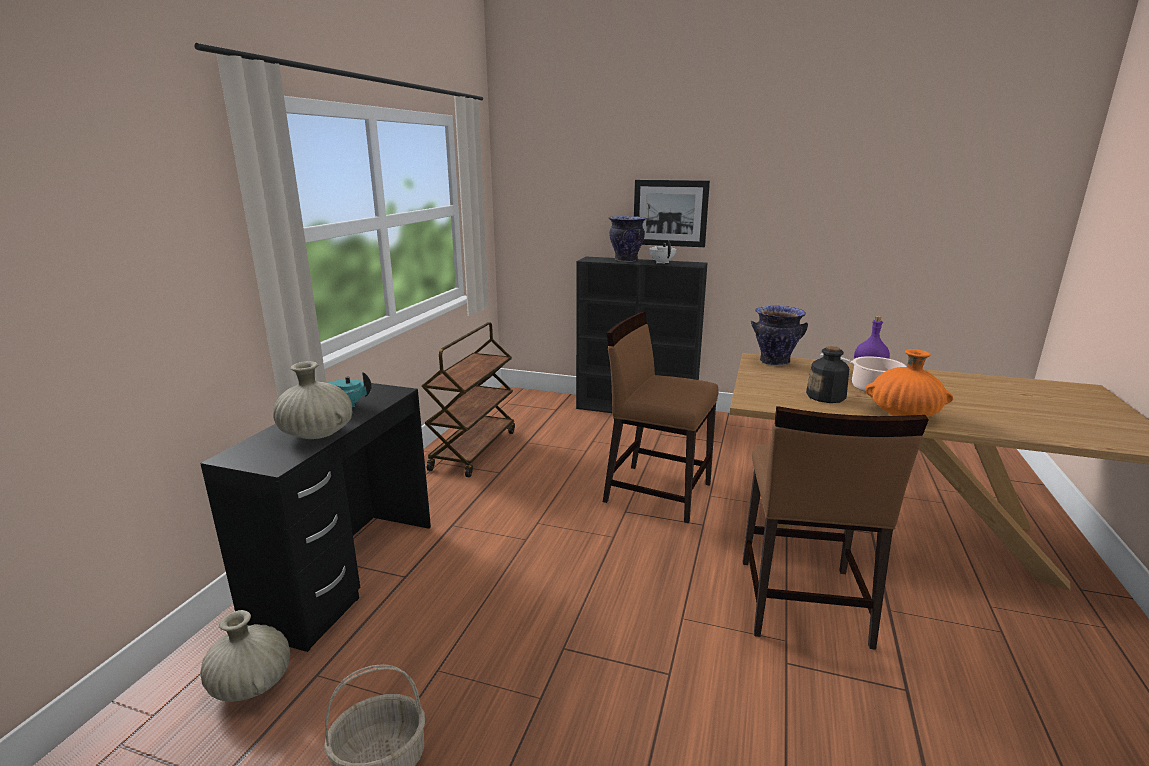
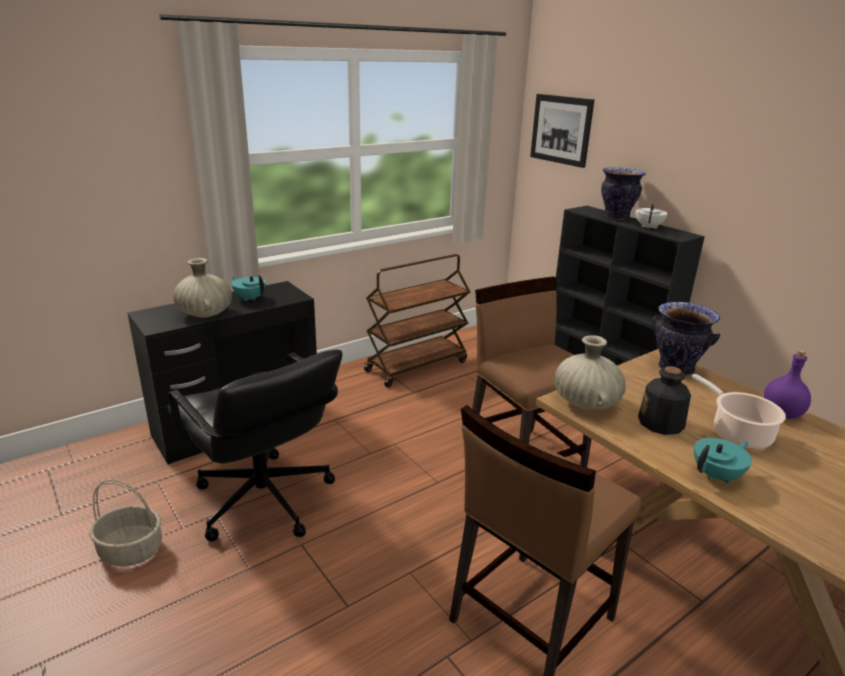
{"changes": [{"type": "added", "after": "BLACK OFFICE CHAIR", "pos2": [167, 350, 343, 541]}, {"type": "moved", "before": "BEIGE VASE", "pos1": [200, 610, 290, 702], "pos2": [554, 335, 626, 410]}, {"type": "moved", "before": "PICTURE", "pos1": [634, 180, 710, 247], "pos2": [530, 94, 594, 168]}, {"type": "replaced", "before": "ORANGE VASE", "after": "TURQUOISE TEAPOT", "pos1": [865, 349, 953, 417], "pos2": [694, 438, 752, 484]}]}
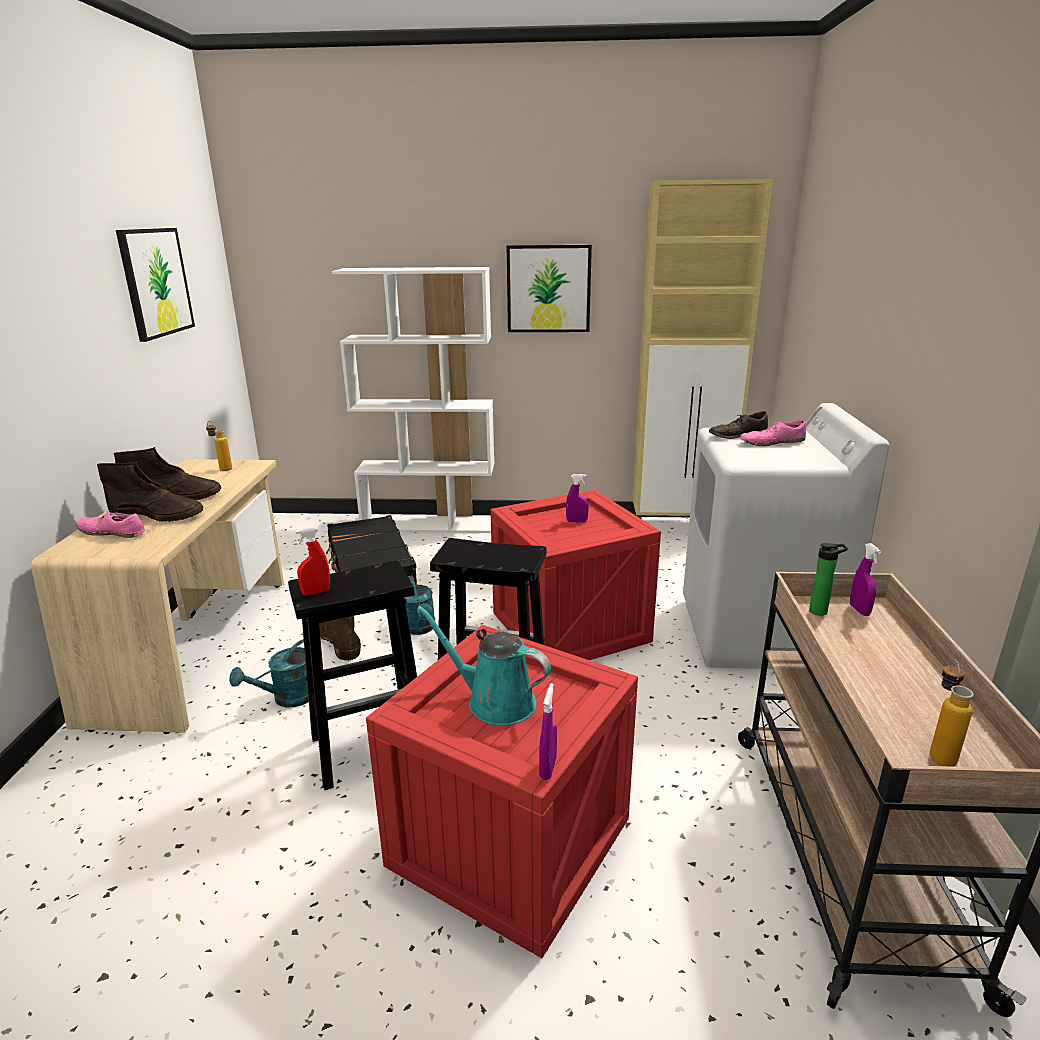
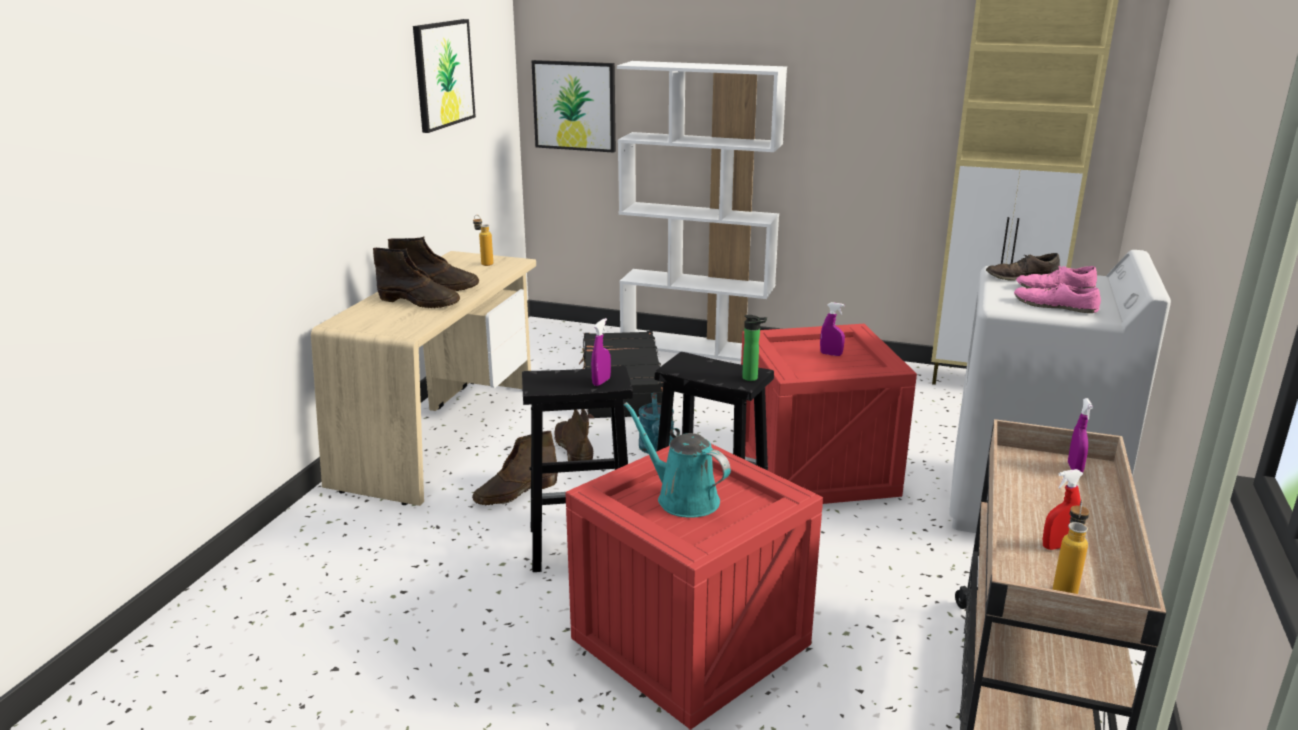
{"changes": [{"type": "moved", "before": "PINK SHOE", "pos1": [77, 510, 145, 538], "pos2": [1014, 282, 1101, 313]}, {"type": "moved", "before": "RED SPRAY BOTTLE", "pos1": [295, 527, 330, 596], "pos2": [1043, 469, 1084, 550]}, {"type": "moved", "before": "PICTURE", "pos1": [507, 245, 592, 332], "pos2": [532, 60, 616, 153]}, {"type": "moved", "before": "PURPLE SPRAY BOTTLE", "pos1": [539, 683, 557, 780], "pos2": [591, 318, 611, 386]}, {"type": "moved", "before": "BOTTLE", "pos1": [809, 543, 848, 616], "pos2": [742, 315, 767, 381]}, {"type": "replaced", "before": "TURQUOISE WATERING CAN", "after": "BROWN BOOT", "pos1": [229, 639, 309, 707], "pos2": [472, 431, 558, 505]}]}
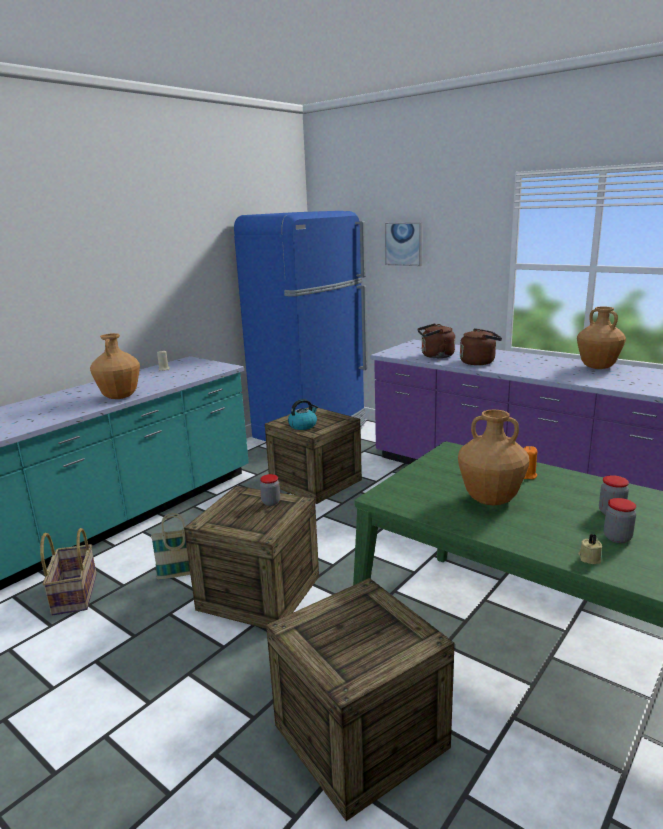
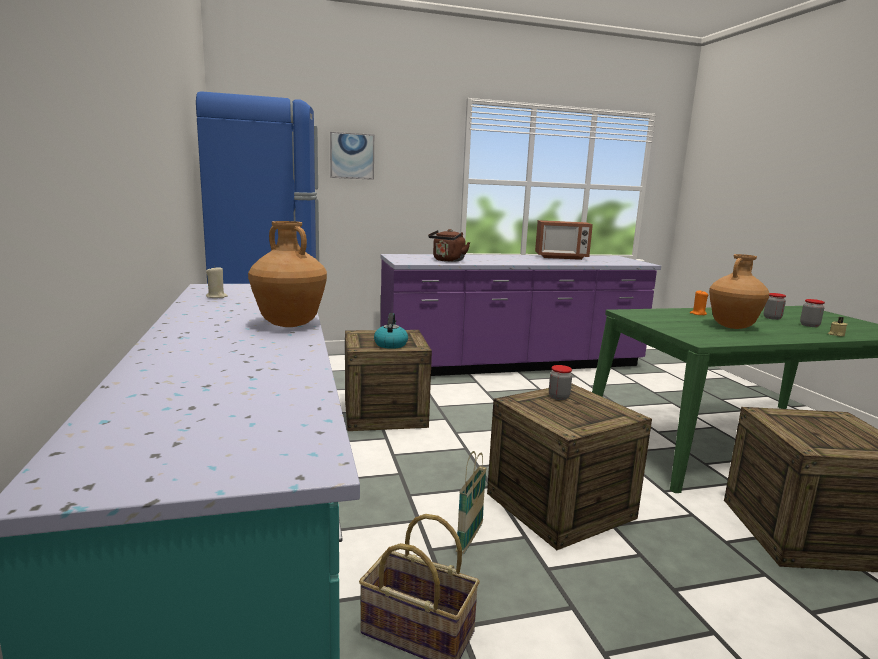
{"changes": [{"type": "removed", "before": "BROWN KETTLE", "pos1": [460, 328, 502, 365]}, {"type": "replaced", "before": "BROWN VASE", "after": "MICROWAVE", "pos1": [577, 307, 626, 369], "pos2": [535, 220, 593, 260]}]}
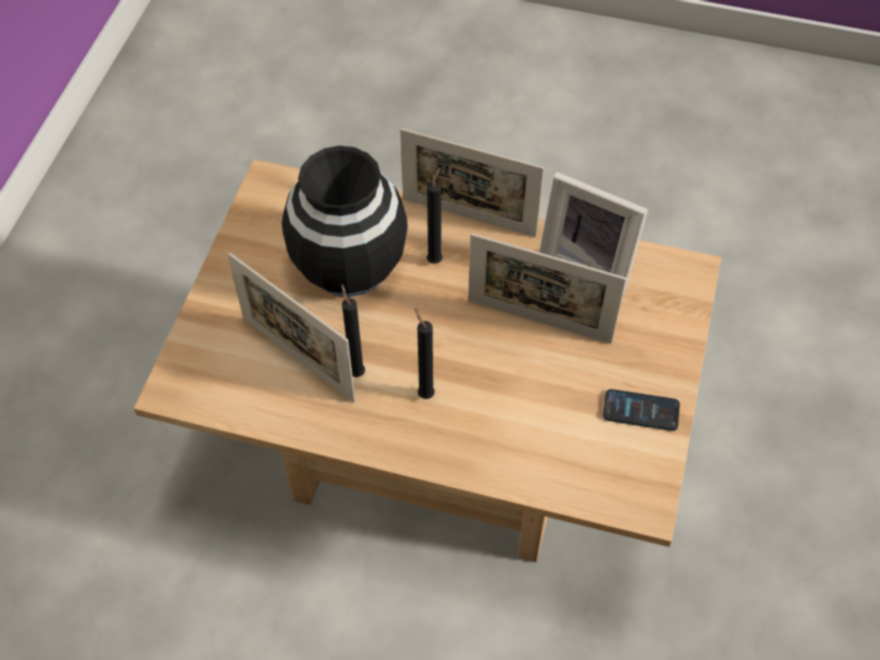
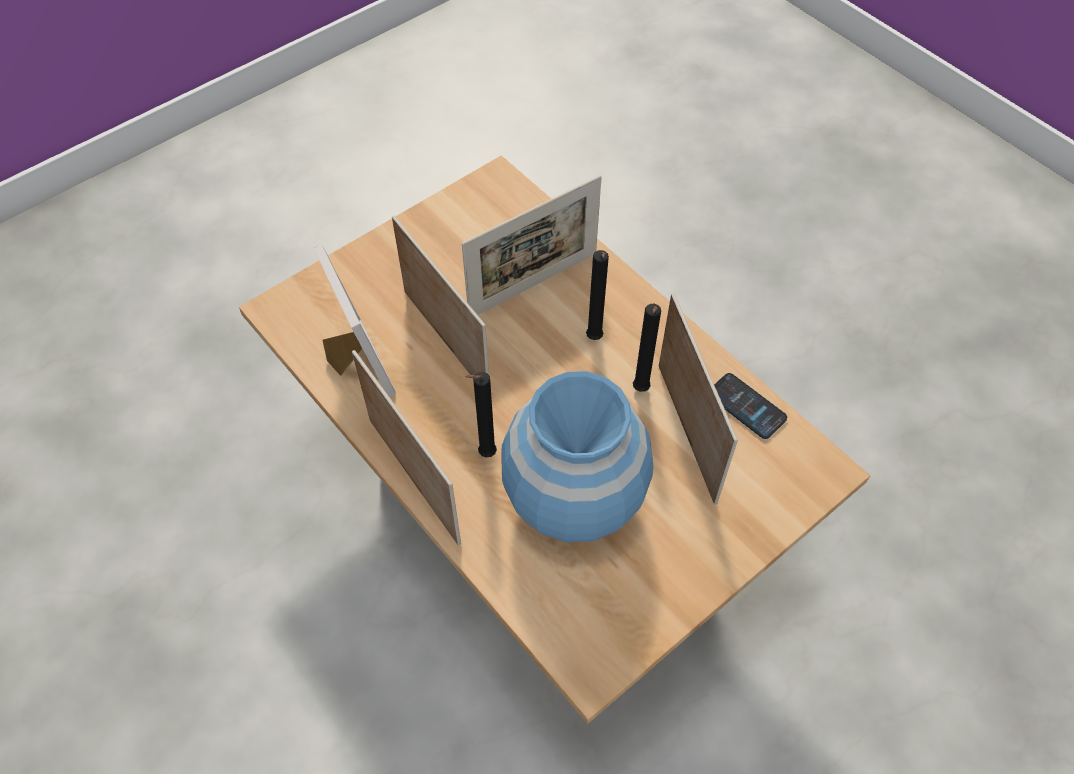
{"changes": [{"type": "added", "after": "PICTURE FRAME", "pos2": [462, 175, 602, 315]}, {"type": "moved", "before": "PHONE", "pos1": [603, 389, 680, 431], "pos2": [714, 373, 787, 439]}, {"type": "recoloured", "before": "BLACK VASE", "after": "BLUE VASE", "pos1": [282, 146, 408, 297], "pos2": [501, 371, 654, 542]}]}
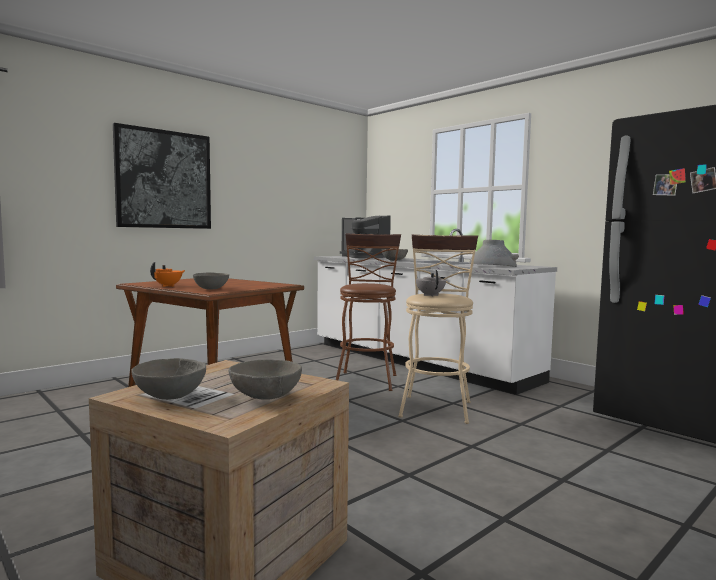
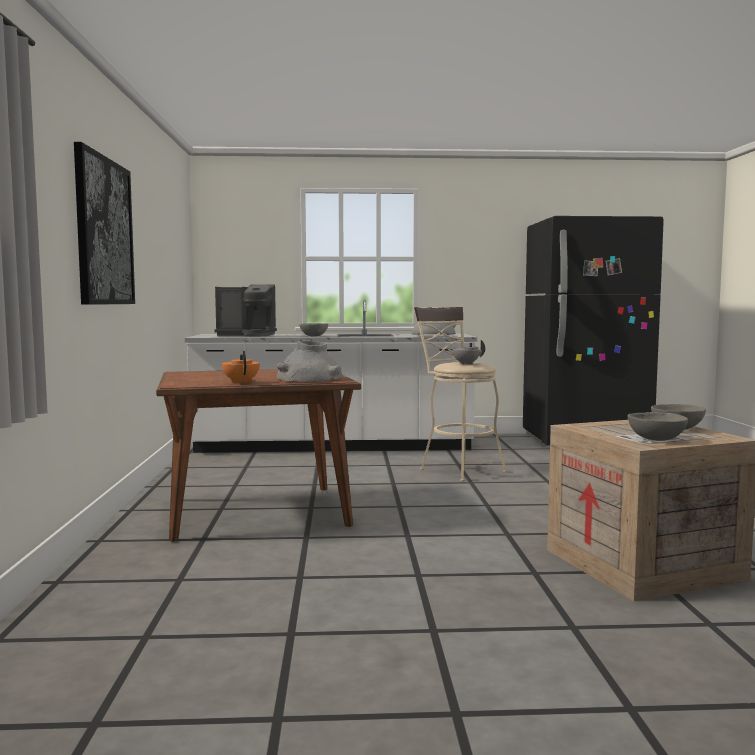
{"changes": [{"type": "removed", "before": "BROWN STOOL", "pos1": [336, 234, 401, 391]}, {"type": "replaced", "before": "GREY BOWL", "after": "GREY VASE", "pos1": [193, 273, 229, 289], "pos2": [277, 341, 343, 382]}]}
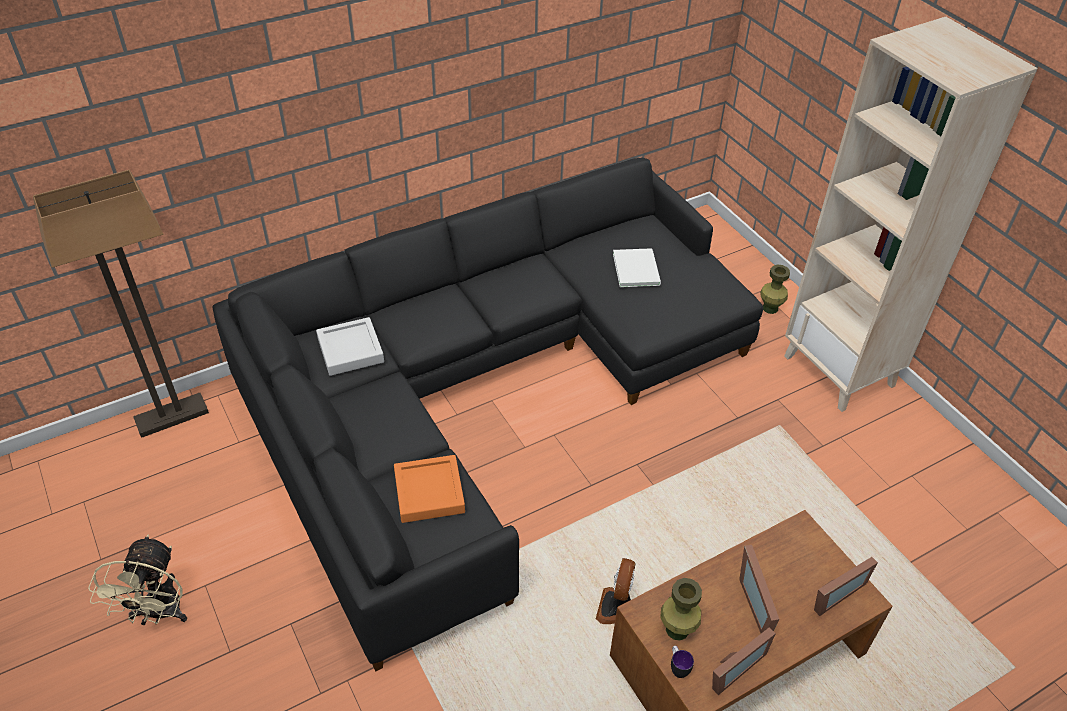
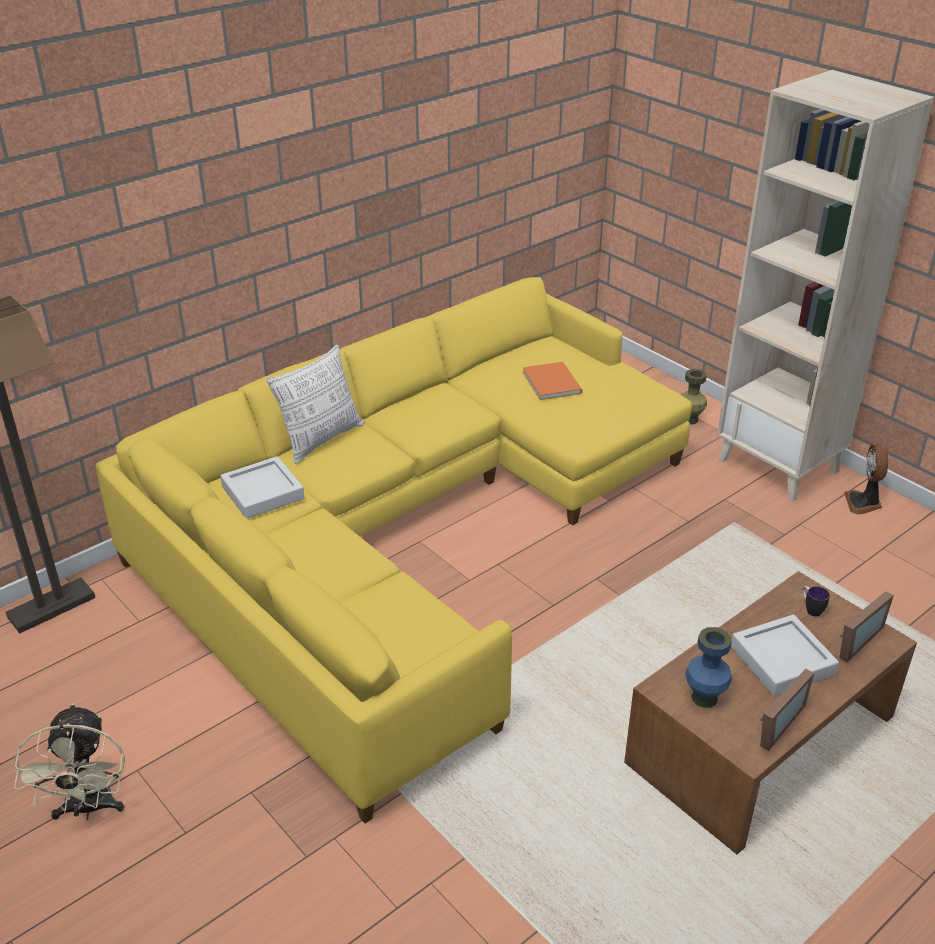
{"changes": [{"type": "removed", "before": "ORANGE TRAY", "pos1": [394, 455, 465, 523]}, {"type": "added", "after": "PILLOW", "pos2": [267, 345, 364, 464]}, {"type": "moved", "before": "FAN", "pos1": [596, 558, 636, 624], "pos2": [844, 443, 888, 514]}, {"type": "moved", "before": "MUG", "pos1": [671, 646, 694, 678], "pos2": [802, 586, 830, 617]}, {"type": "replaced", "before": "PICTURE FRAME", "after": "GREY TRAY", "pos1": [739, 545, 779, 633], "pos2": [731, 615, 839, 696]}, {"type": "recoloured", "before": "BLACK SOFA", "after": "YELLOW SOFA", "pos1": [212, 158, 763, 672], "pos2": [96, 277, 692, 824]}, {"type": "recoloured", "before": "WHITE BOOK", "after": "ORANGE BOOK", "pos1": [613, 248, 661, 287], "pos2": [523, 362, 582, 400]}, {"type": "recoloured", "before": "GREEN VASE", "after": "BLUE VASE", "pos1": [660, 578, 702, 641], "pos2": [685, 627, 732, 708]}]}
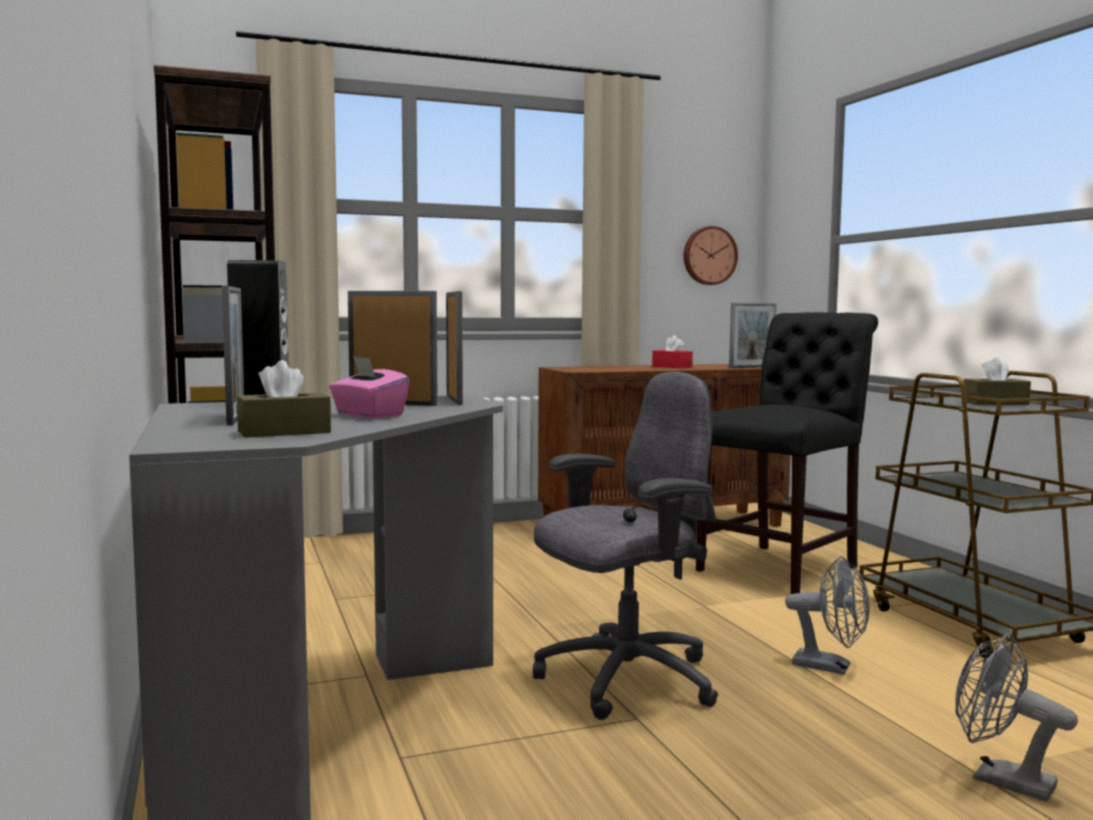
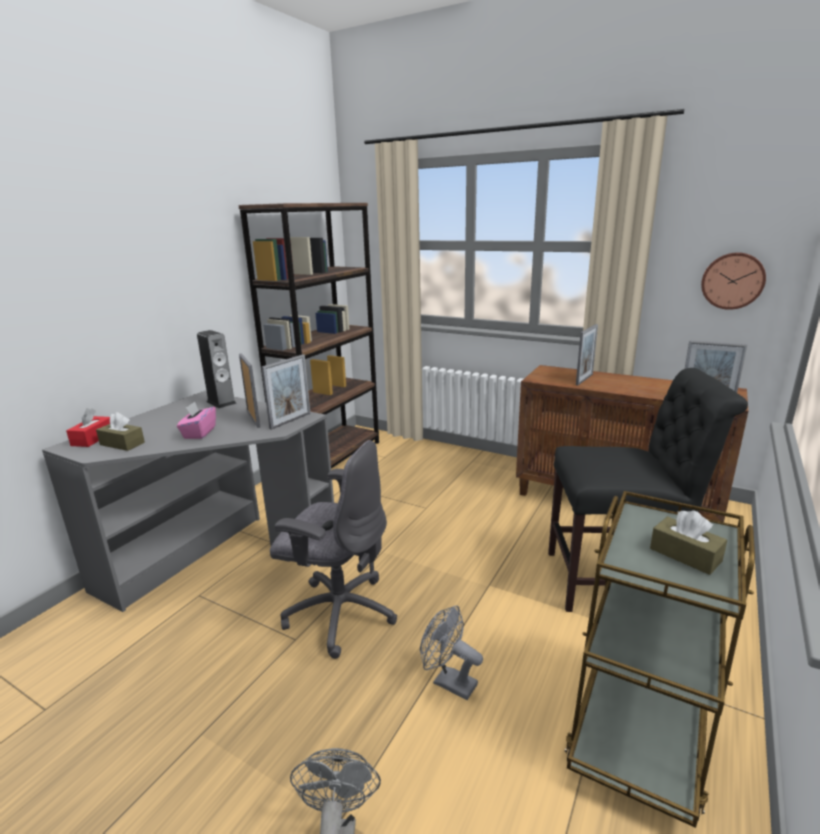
{"changes": [{"type": "moved", "before": "PICTURE FRAME", "pos1": [222, 286, 244, 426], "pos2": [576, 324, 598, 385]}, {"type": "moved", "before": "RED TISSUE BOX", "pos1": [652, 335, 693, 368], "pos2": [66, 408, 110, 447]}, {"type": "turned", "before": "GREY FAN", "pos1": [785, 556, 870, 675], "pos2": [420, 606, 483, 700], "turn": 135}]}
